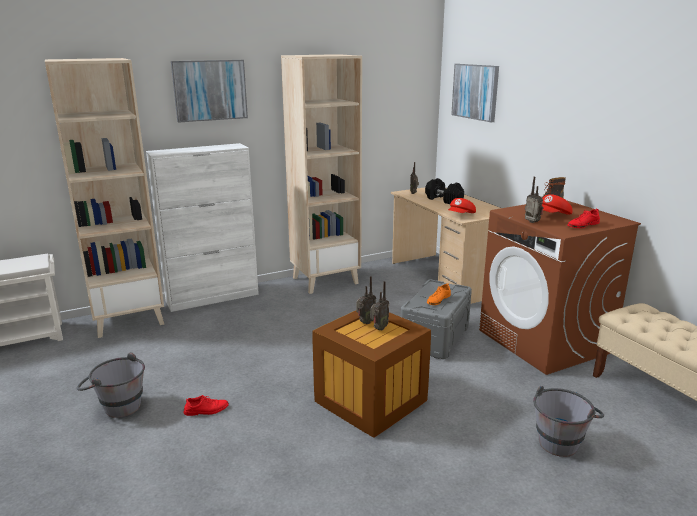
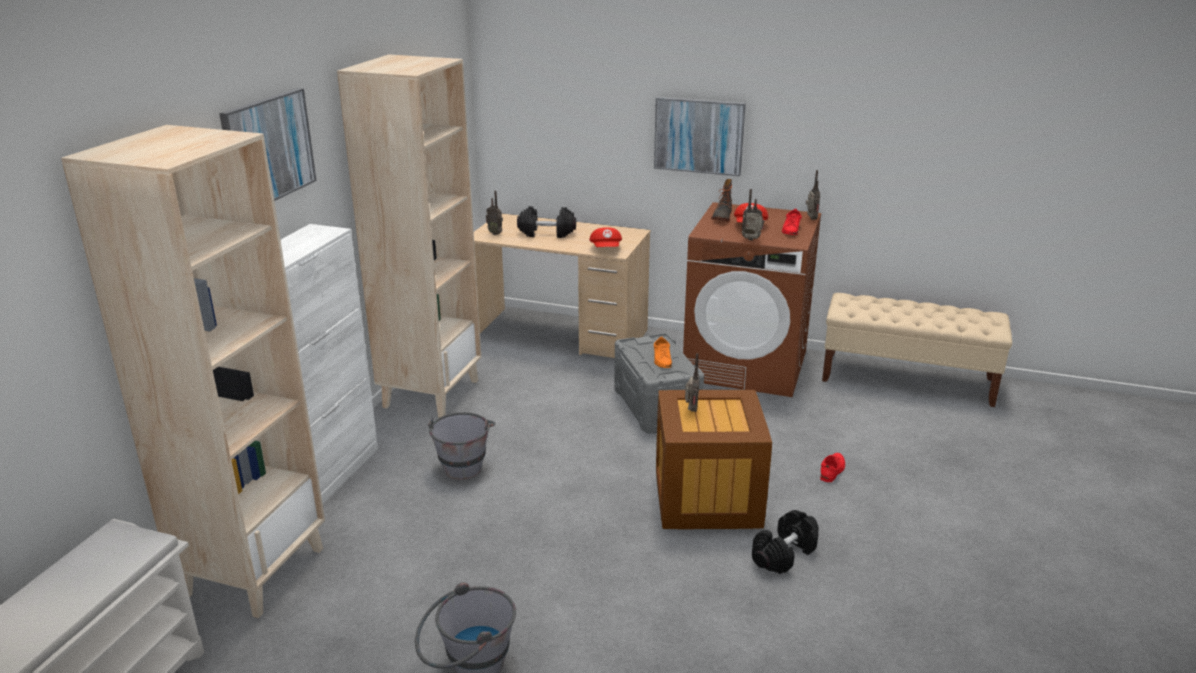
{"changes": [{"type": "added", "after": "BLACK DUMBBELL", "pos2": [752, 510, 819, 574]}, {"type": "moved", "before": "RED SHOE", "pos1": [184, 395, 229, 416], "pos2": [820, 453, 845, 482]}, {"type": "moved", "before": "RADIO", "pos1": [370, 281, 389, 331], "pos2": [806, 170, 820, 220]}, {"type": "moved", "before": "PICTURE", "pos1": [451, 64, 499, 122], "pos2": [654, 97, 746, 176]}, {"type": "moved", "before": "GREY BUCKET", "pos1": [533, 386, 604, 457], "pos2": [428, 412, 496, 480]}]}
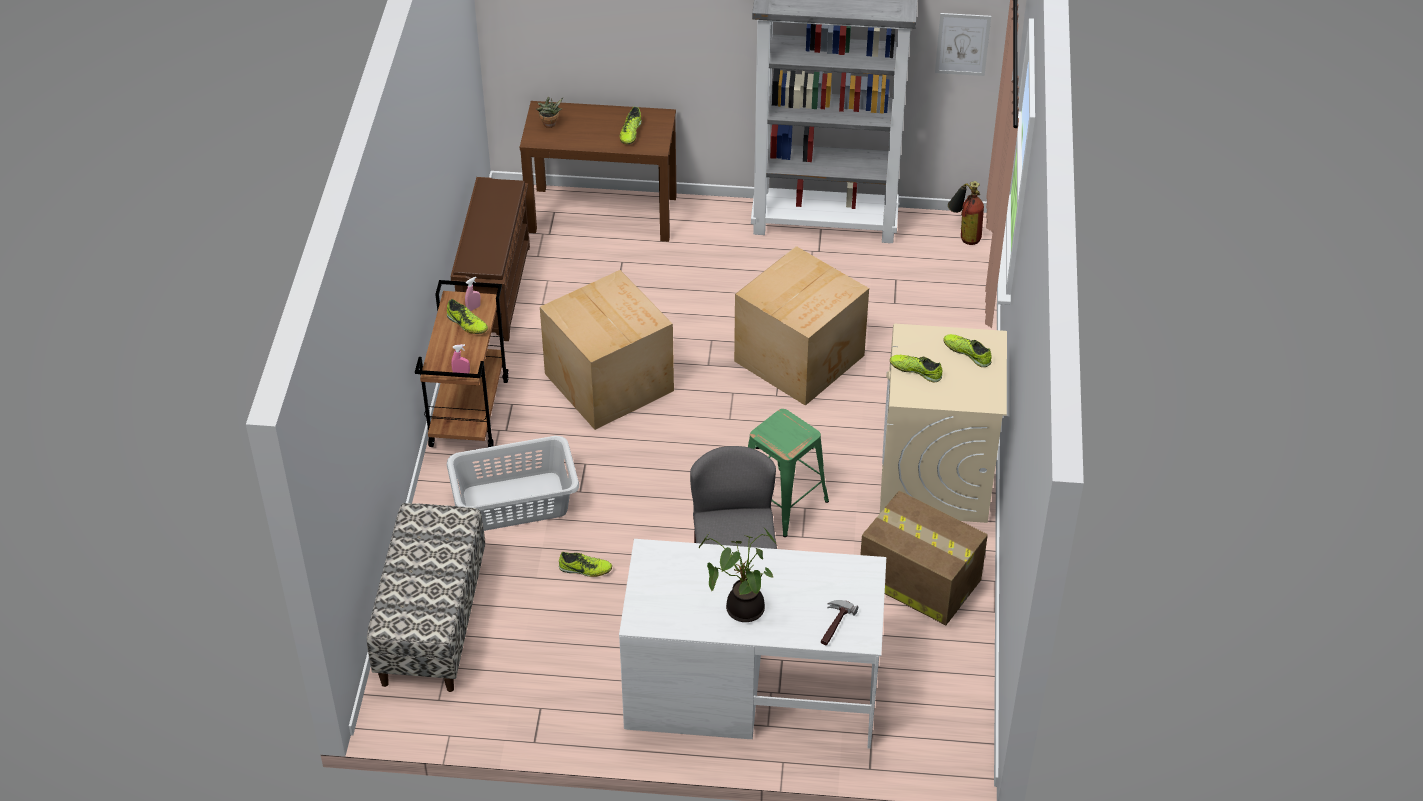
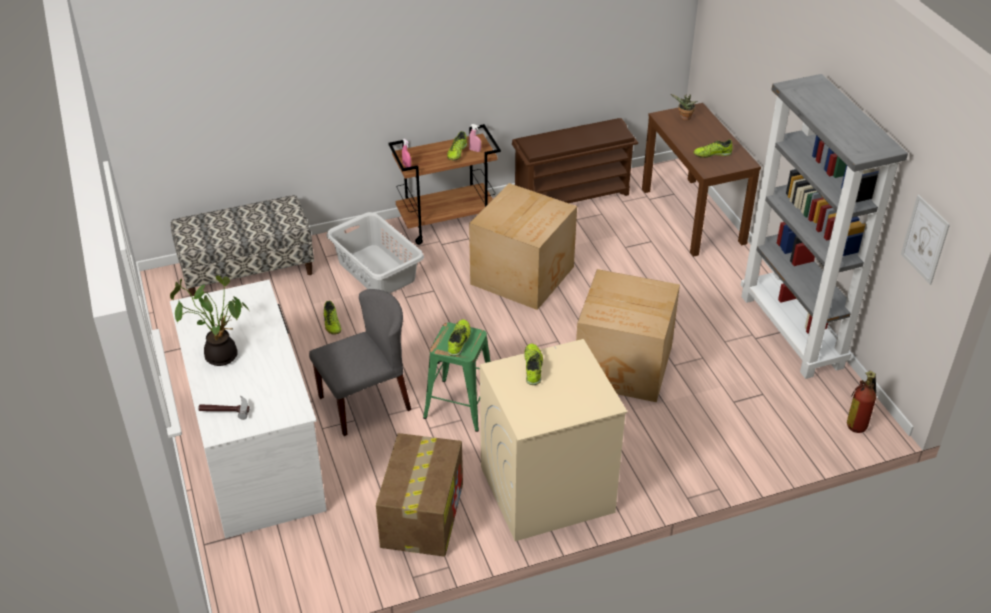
{"changes": [{"type": "moved", "before": "SHOE", "pos1": [943, 334, 992, 367], "pos2": [448, 319, 471, 356]}]}
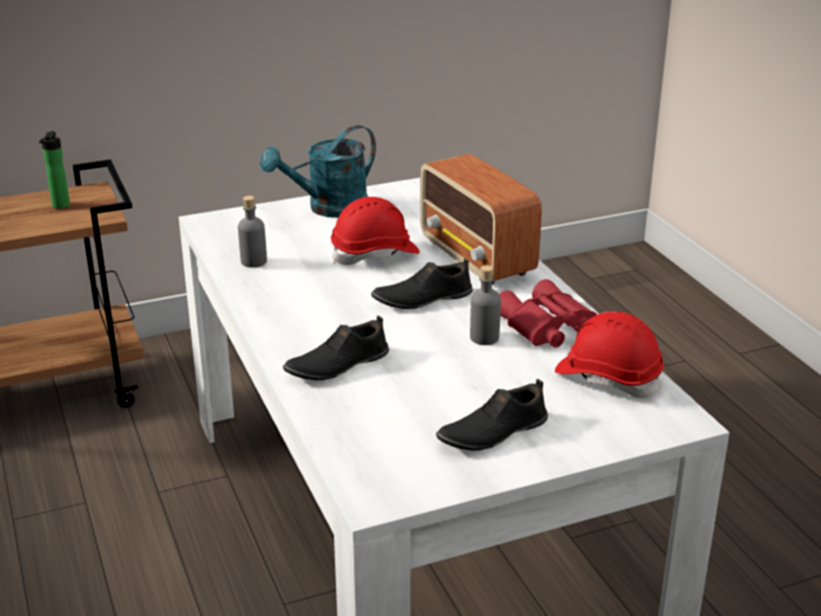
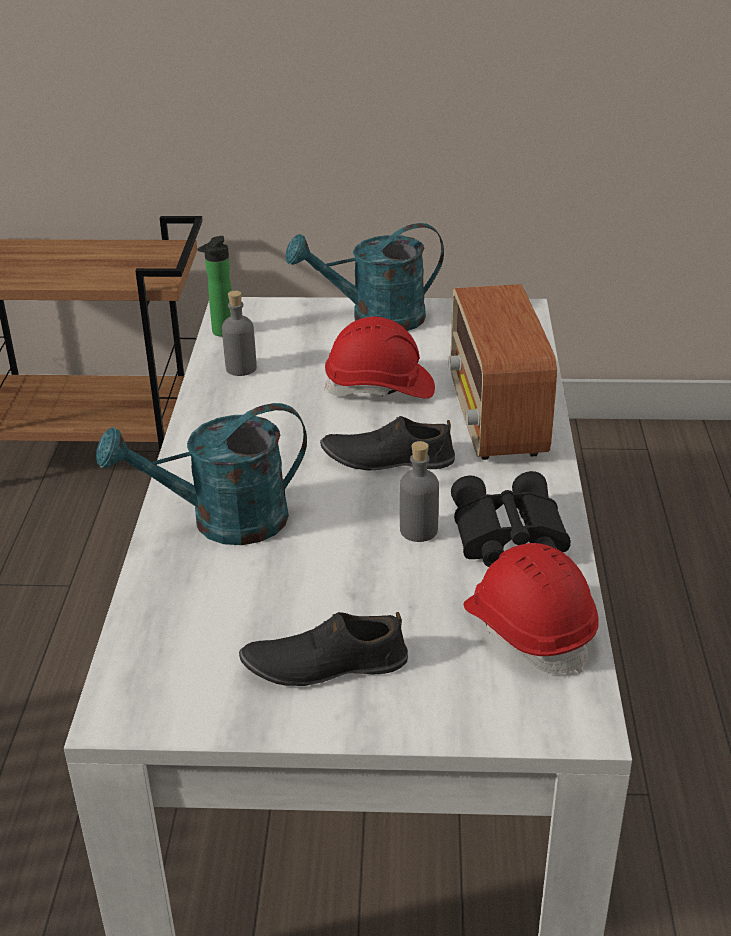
{"changes": [{"type": "moved", "before": "BOTTLE", "pos1": [39, 131, 70, 209], "pos2": [197, 236, 232, 337]}, {"type": "replaced", "before": "BLACK SHOE", "after": "TURQUOISE WATERING CAN", "pos1": [283, 315, 389, 380], "pos2": [96, 403, 307, 545]}, {"type": "recoloured", "before": "RED BINOCULARS", "after": "BLACK BINOCULARS", "pos1": [499, 279, 597, 348], "pos2": [451, 471, 571, 567]}]}
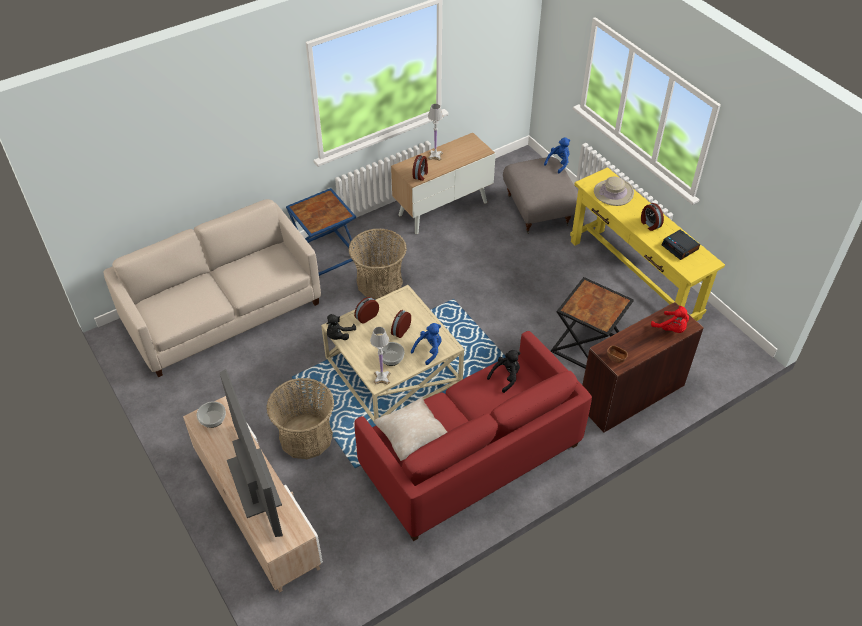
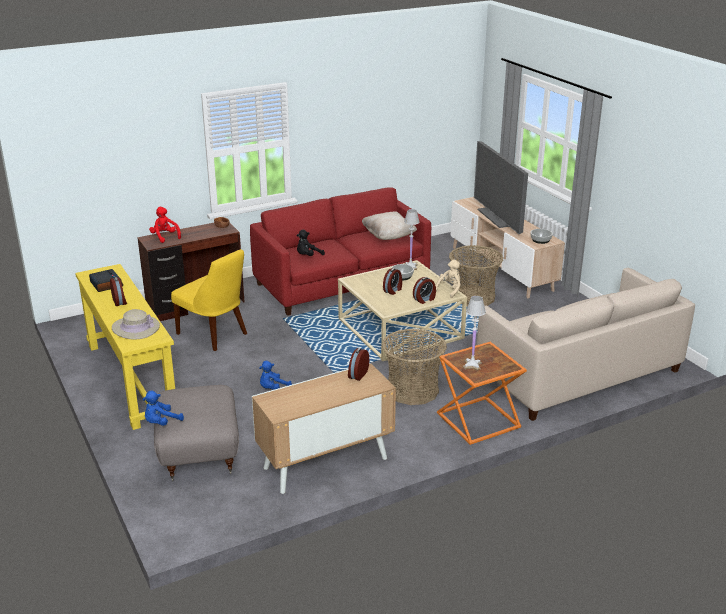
{"changes": [{"type": "moved", "before": "BLUE PLUSH TOY", "pos1": [411, 323, 442, 365], "pos2": [259, 361, 292, 390]}, {"type": "moved", "before": "WHITE TABLE LAMP", "pos1": [428, 104, 443, 161], "pos2": [463, 296, 486, 370]}, {"type": "replaced", "before": "BLACK SIDE TABLE", "after": "YELLOW CHAIR", "pos1": [551, 277, 634, 369], "pos2": [171, 249, 247, 351]}, {"type": "recoloured", "before": "BLUE SIDE TABLE", "after": "ORANGE SIDE TABLE", "pos1": [286, 188, 358, 276], "pos2": [437, 342, 527, 445]}, {"type": "recoloured", "before": "BLACK PLUSH TOY", "after": "BEIGE PLUSH TOY", "pos1": [327, 314, 356, 340], "pos2": [436, 259, 461, 298]}]}
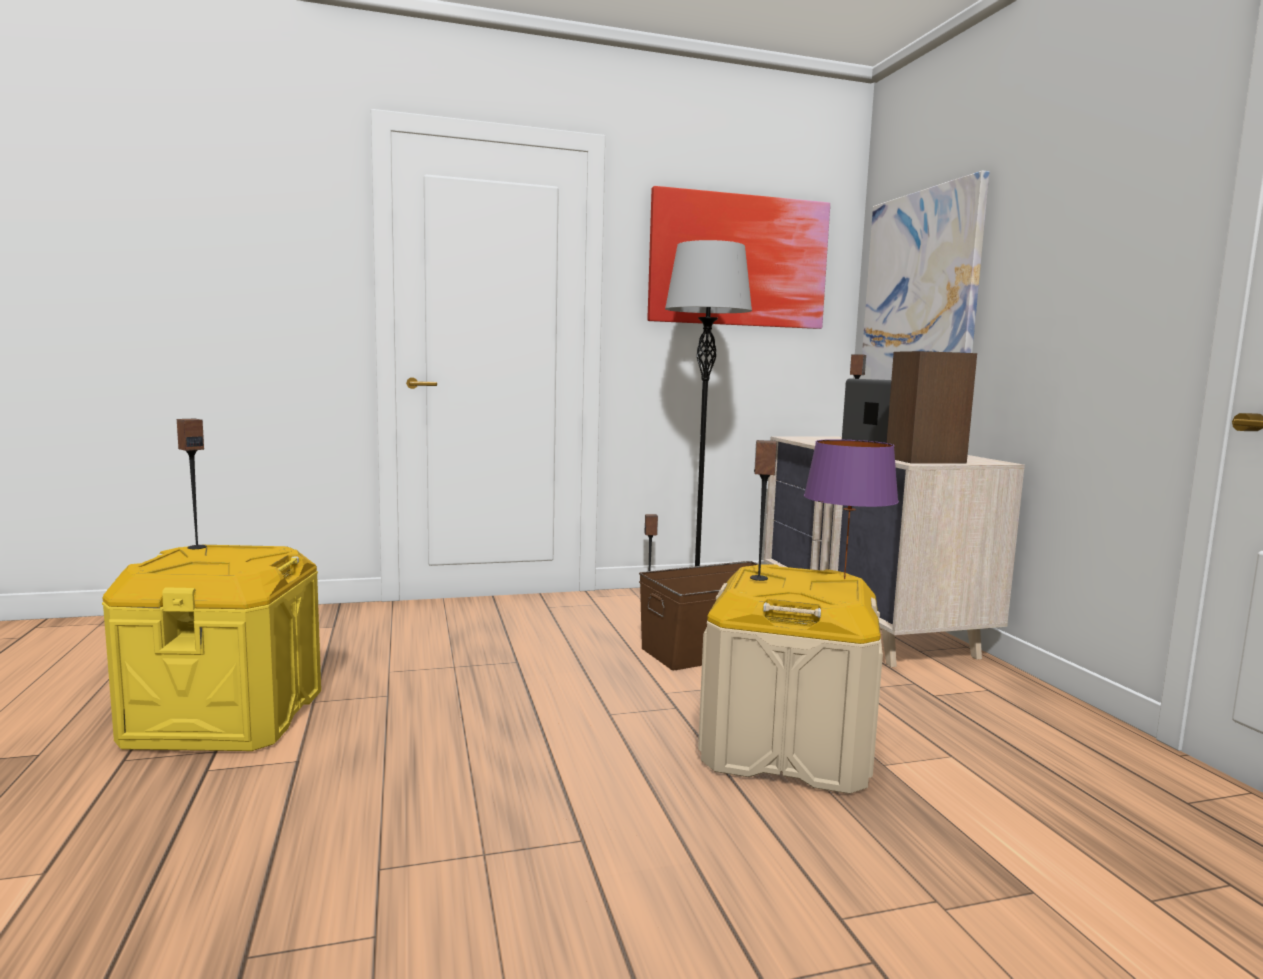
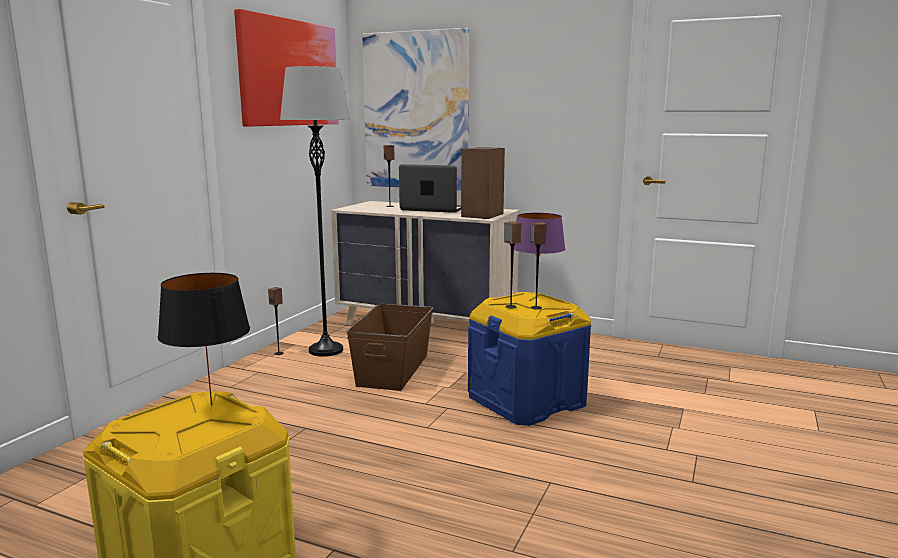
{"changes": [{"type": "added", "after": "BLACK TABLE LAMP", "pos2": [158, 273, 250, 406]}, {"type": "moved", "before": "SPEAKER", "pos1": [177, 419, 207, 549], "pos2": [530, 222, 546, 310]}, {"type": "recoloured", "before": "BEIGE STORAGE BOX", "after": "BLUE STORAGE BOX", "pos1": [698, 564, 883, 794], "pos2": [468, 292, 591, 426]}]}
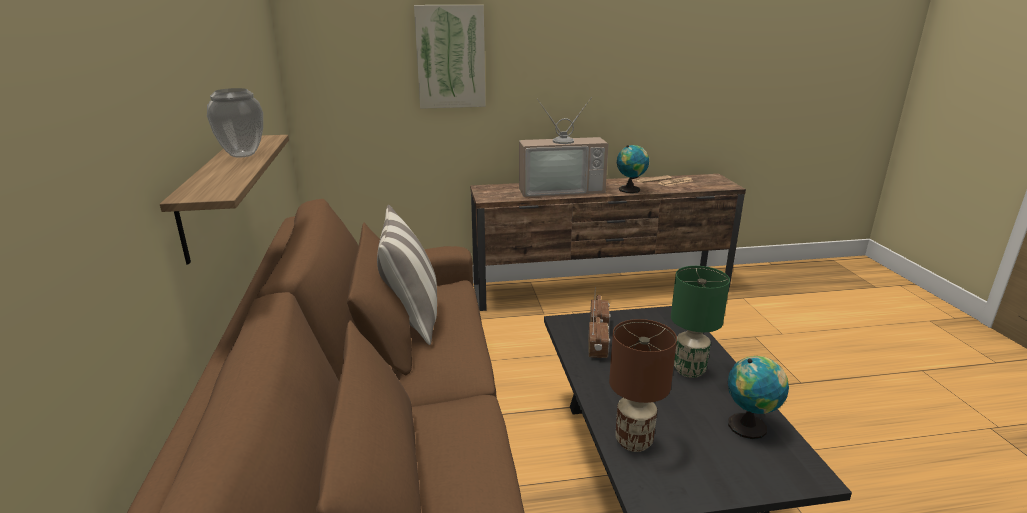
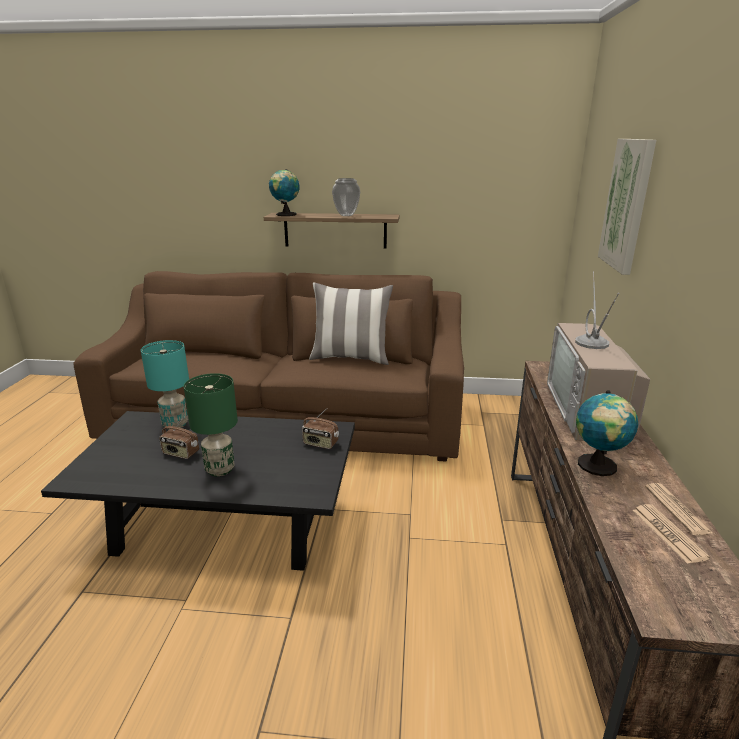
{"changes": [{"type": "moved", "before": "RADIO", "pos1": [588, 309, 610, 358], "pos2": [159, 417, 199, 459]}, {"type": "moved", "before": "GLOBE", "pos1": [728, 356, 789, 439], "pos2": [269, 169, 299, 216]}, {"type": "recoloured", "before": "BROWN TABLE LAMP", "after": "TURQUOISE TABLE LAMP", "pos1": [609, 319, 677, 452], "pos2": [141, 340, 189, 430]}]}
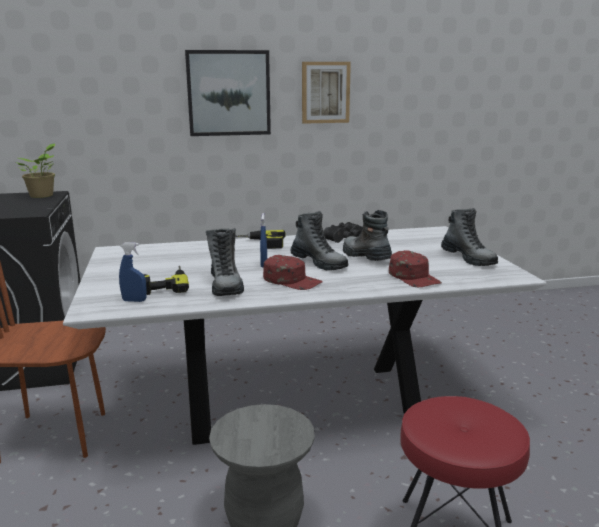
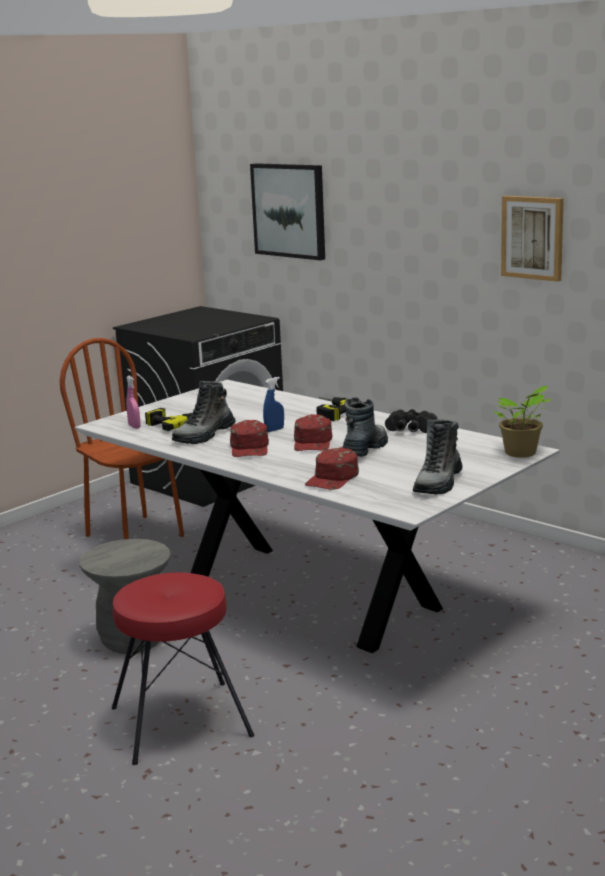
{"changes": [{"type": "moved", "before": "POTTED PLANT", "pos1": [14, 143, 55, 198], "pos2": [493, 386, 551, 458]}, {"type": "moved", "before": "PICTURE", "pos1": [185, 50, 271, 136], "pos2": [250, 163, 325, 260]}, {"type": "replaced", "before": "BOOT", "after": "RED CAP", "pos1": [290, 211, 348, 270], "pos2": [294, 414, 332, 451]}, {"type": "recoloured", "before": "BLUE SPRAY BOTTLE", "after": "PINK SPRAY BOTTLE", "pos1": [119, 242, 147, 302], "pos2": [126, 376, 140, 429]}]}
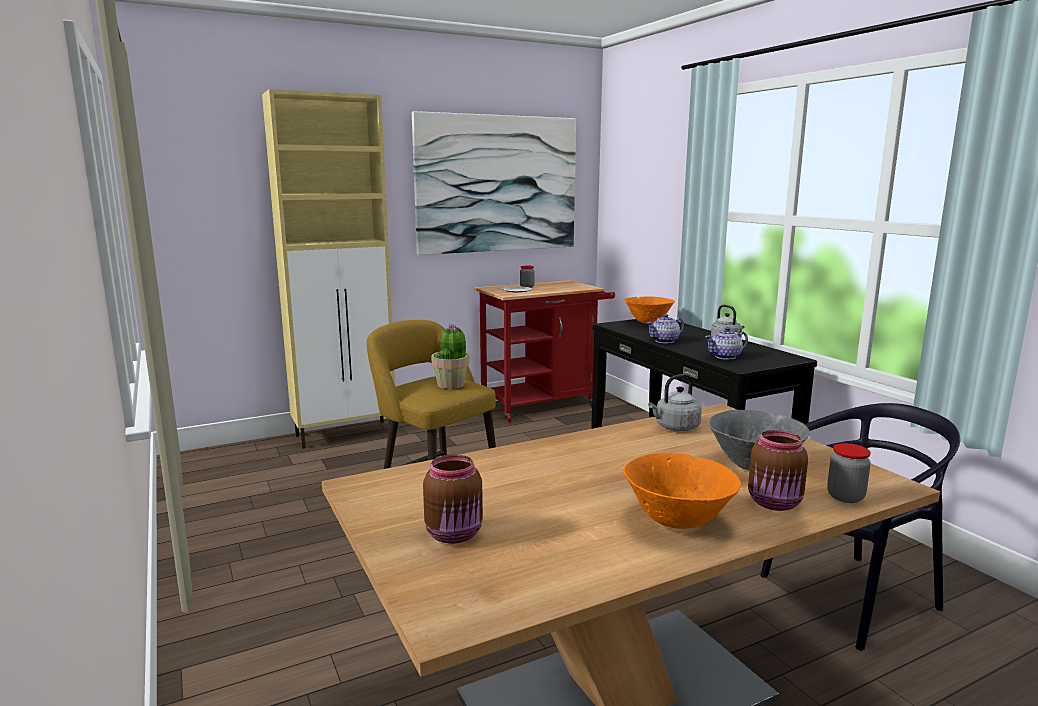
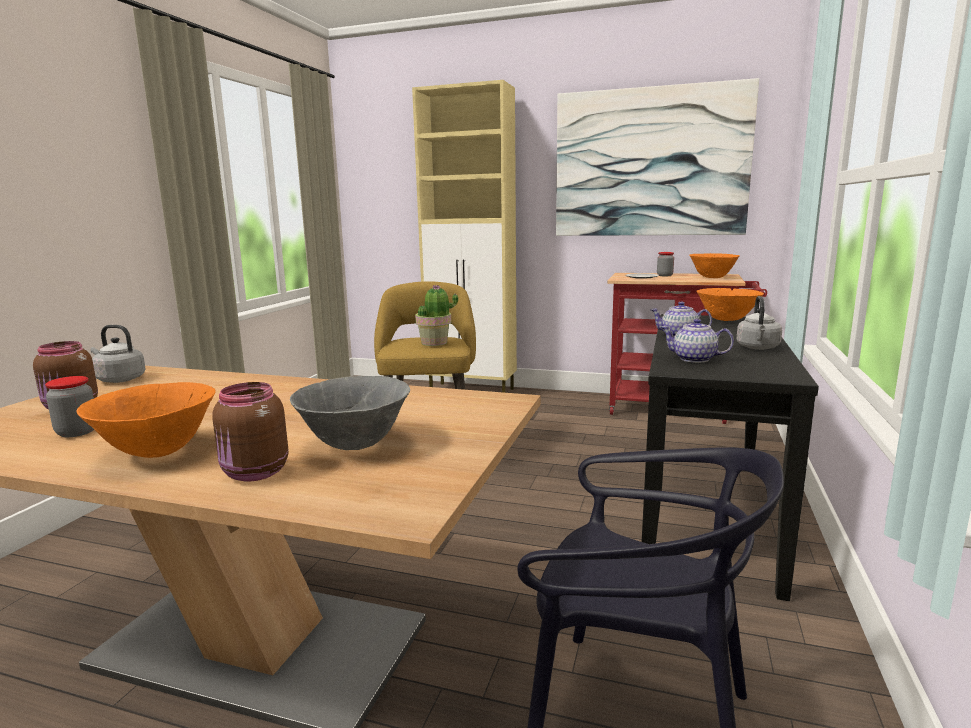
{"changes": [{"type": "added", "after": "ORANGE BOWL", "pos2": [689, 253, 740, 278]}, {"type": "moved", "before": "GREY KETTLE", "pos1": [648, 374, 702, 431], "pos2": [91, 325, 146, 383]}, {"type": "moved", "before": "JAR", "pos1": [827, 443, 871, 503], "pos2": [45, 376, 94, 437]}]}
